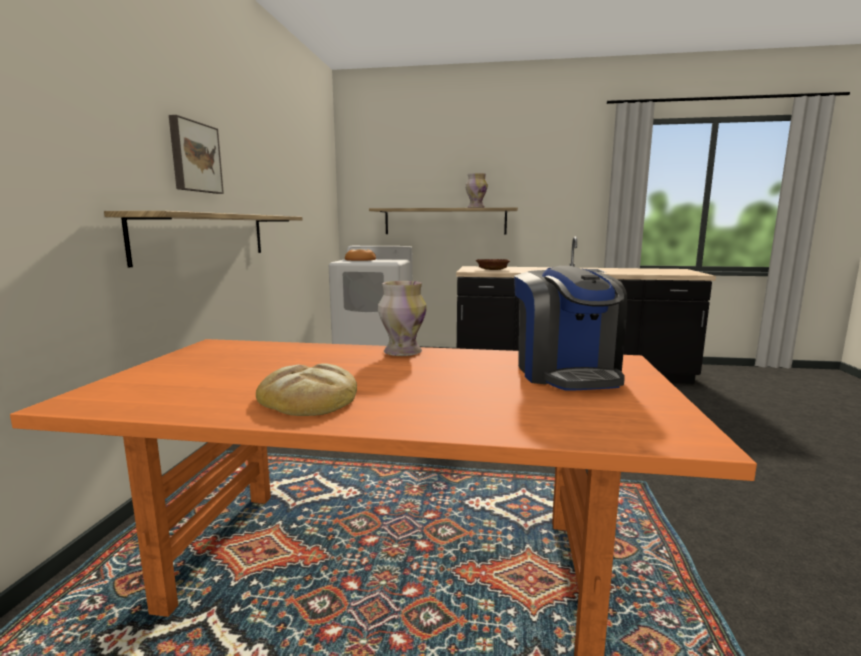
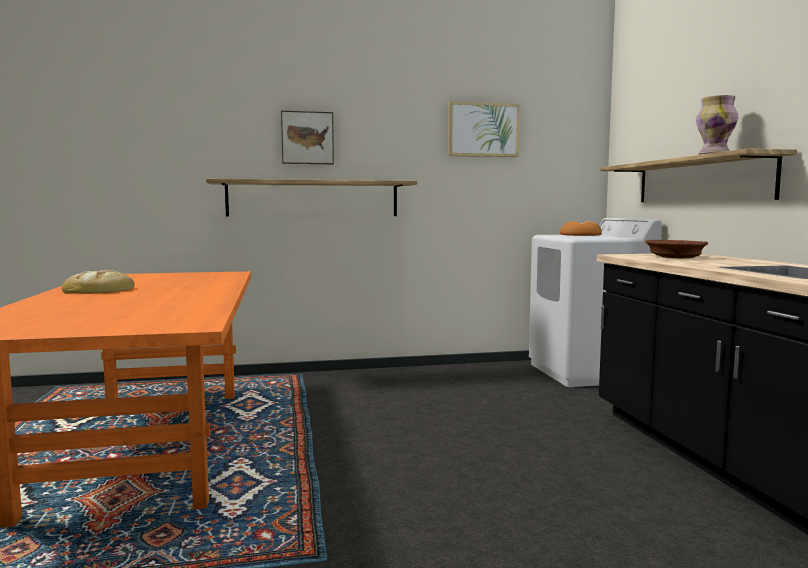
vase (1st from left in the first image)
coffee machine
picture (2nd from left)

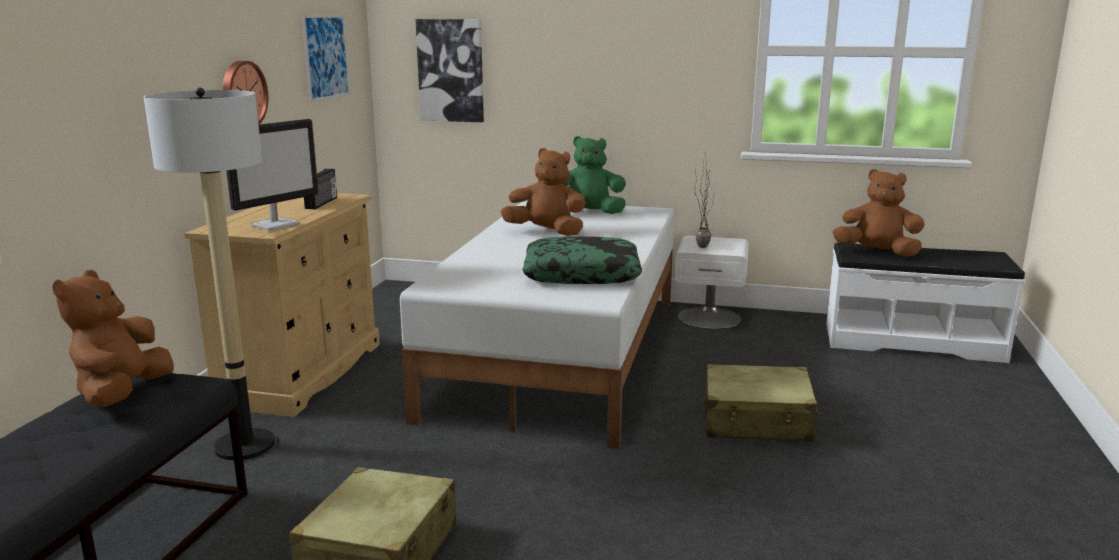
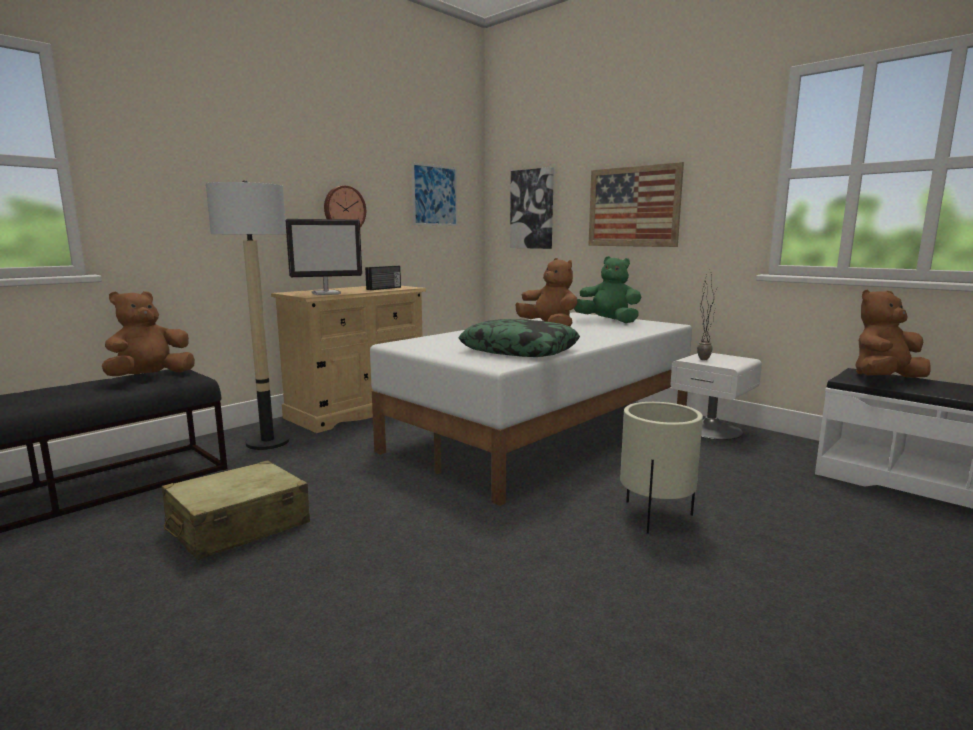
picture (3rd from left)
planter/beige
plush toy/brown (3rd from left)

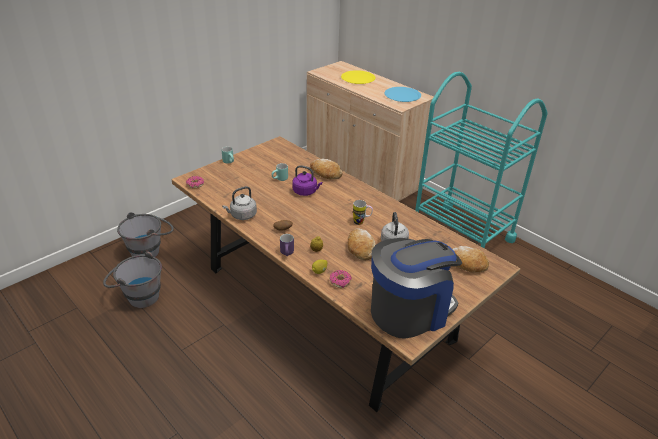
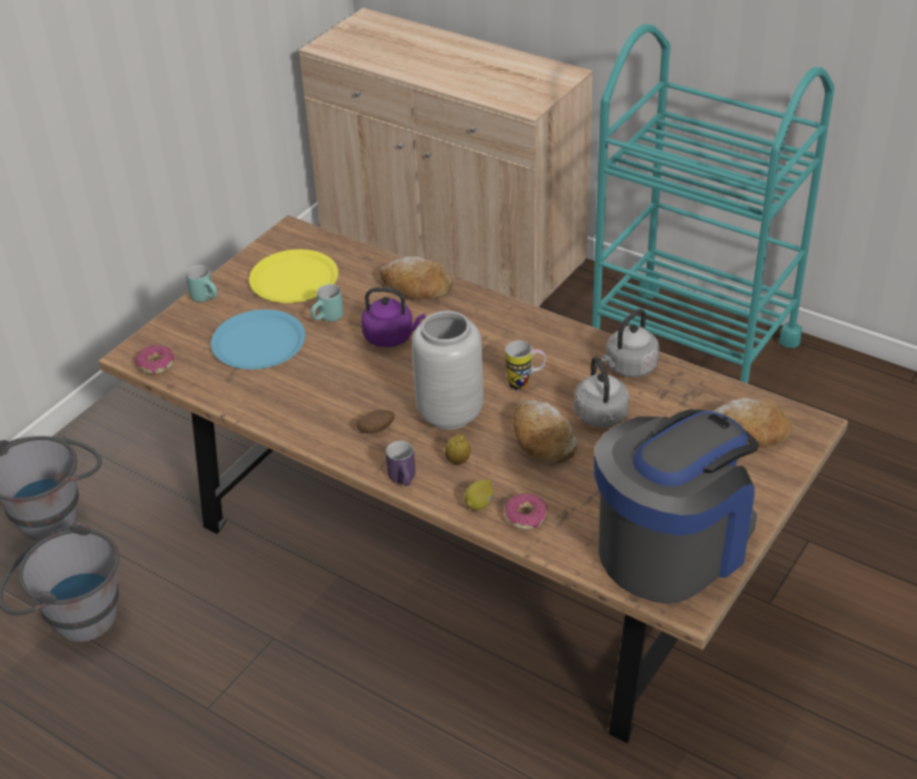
vase/grey
kettle/grey (2nd from left)
plate/yellow
plate/blue

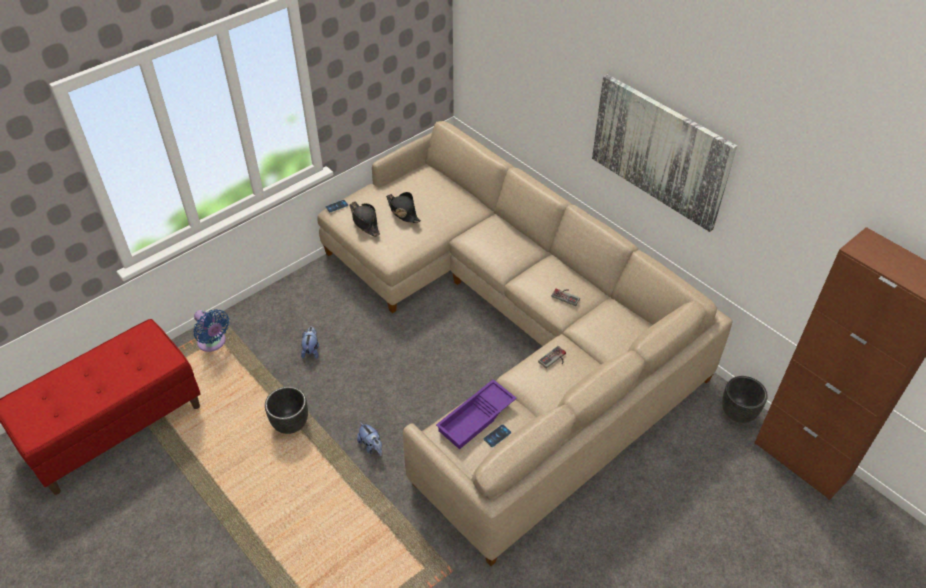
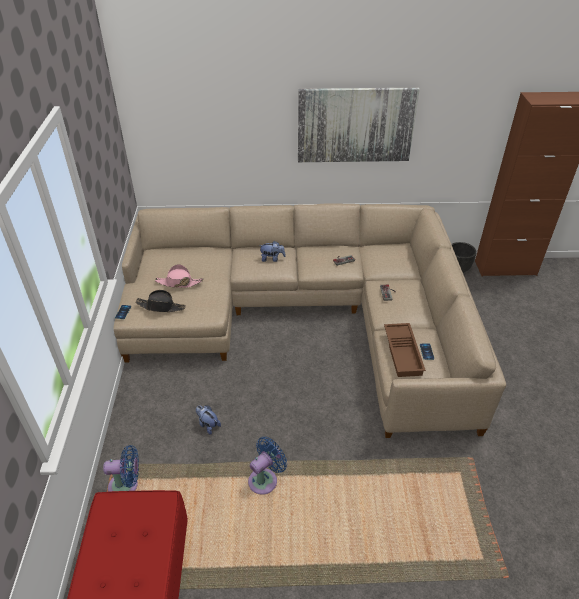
plush toy (2nd from left)
fan/blue (2nd from left)
hat/pink
tray/brown

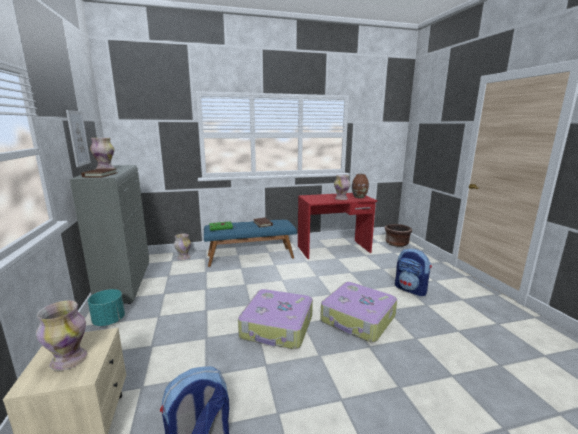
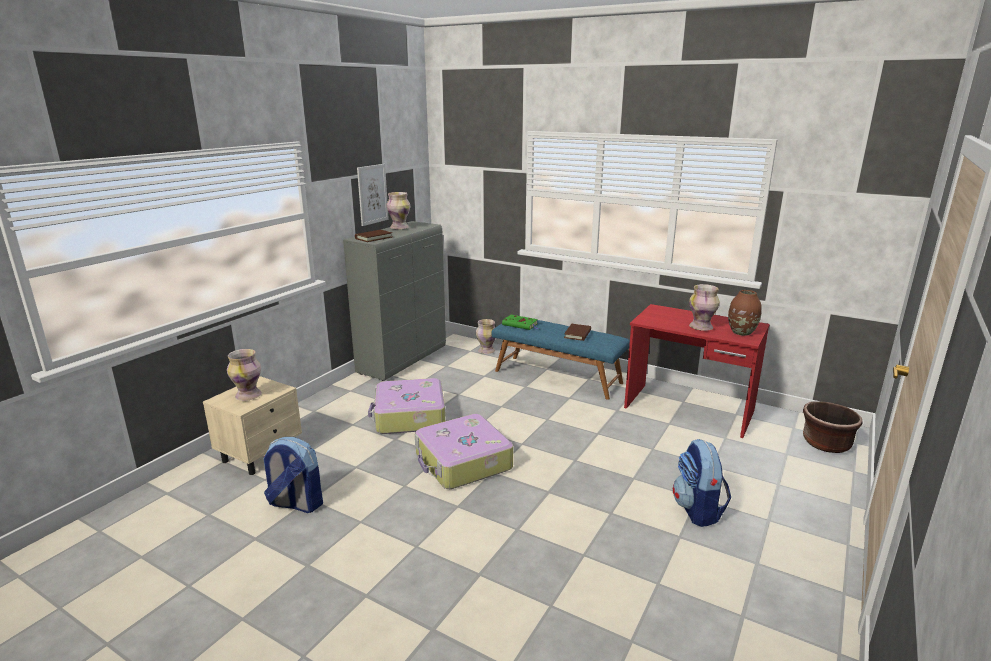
planter/turquoise
suitcase (1st from left)

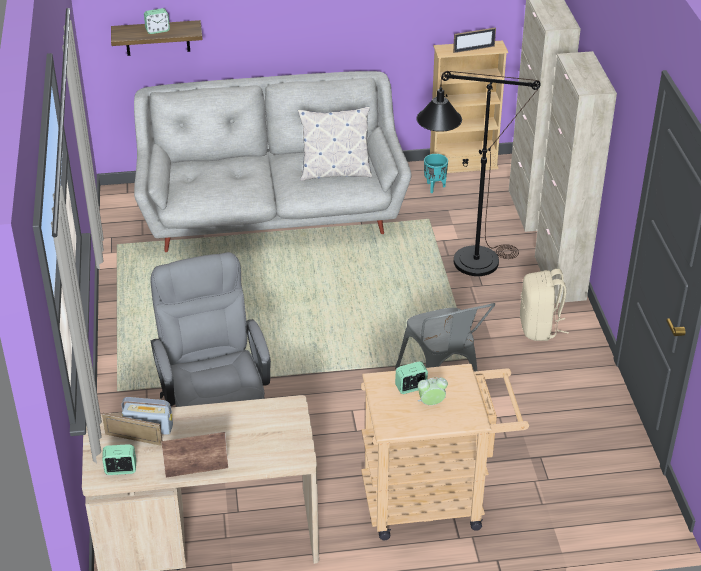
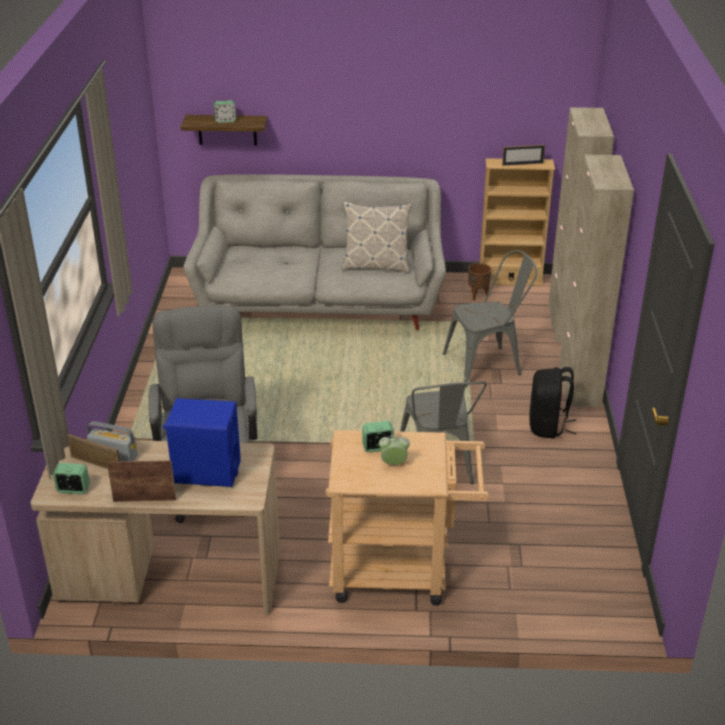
speaker/blue
chair/grey (2nd from left)
planter/brown
backpack/black

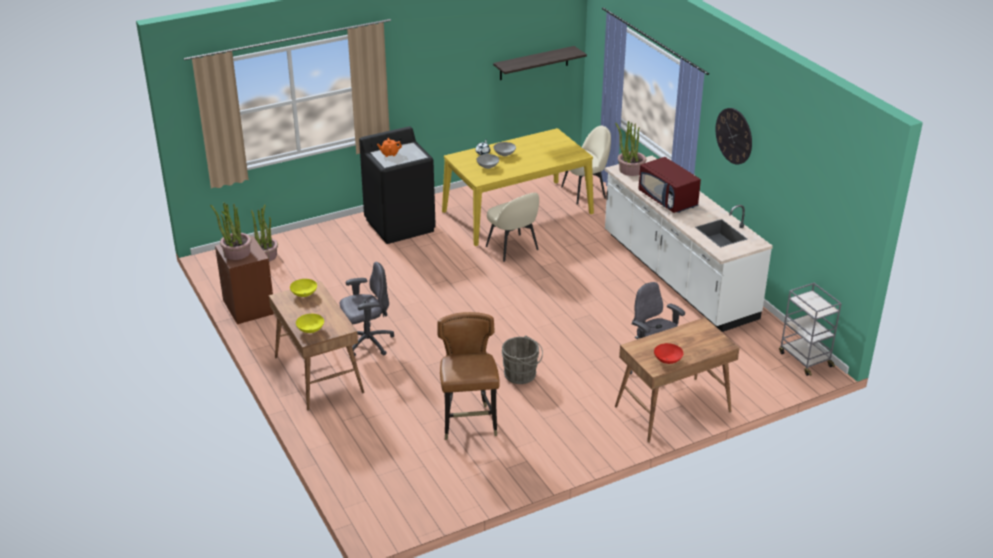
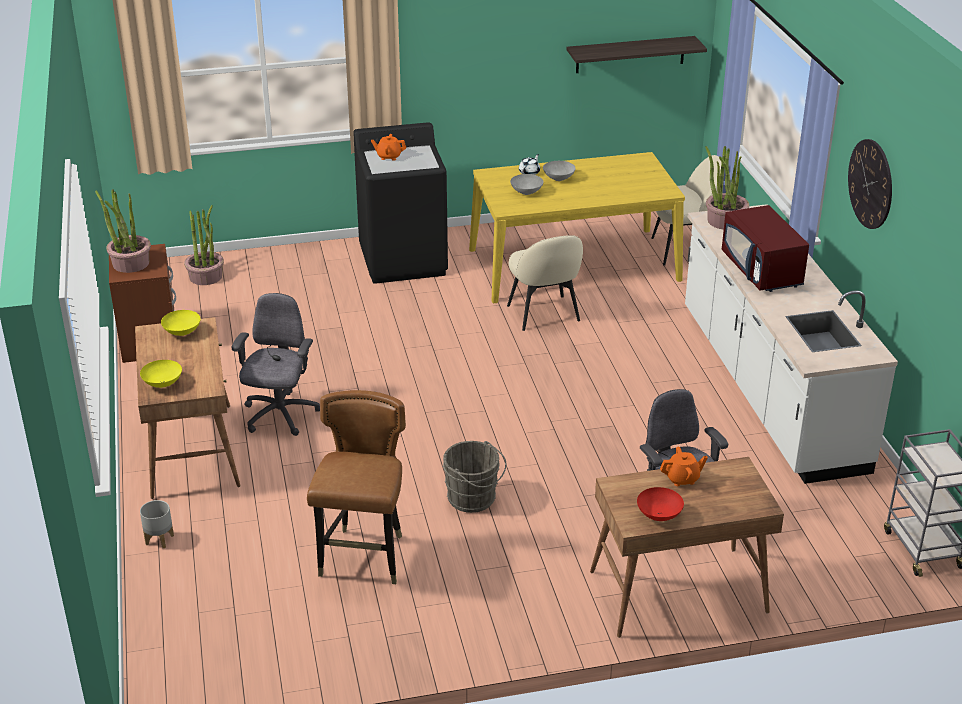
planter/grey
teapot/orange (2nd from left)
office chair/grey (1st from left)

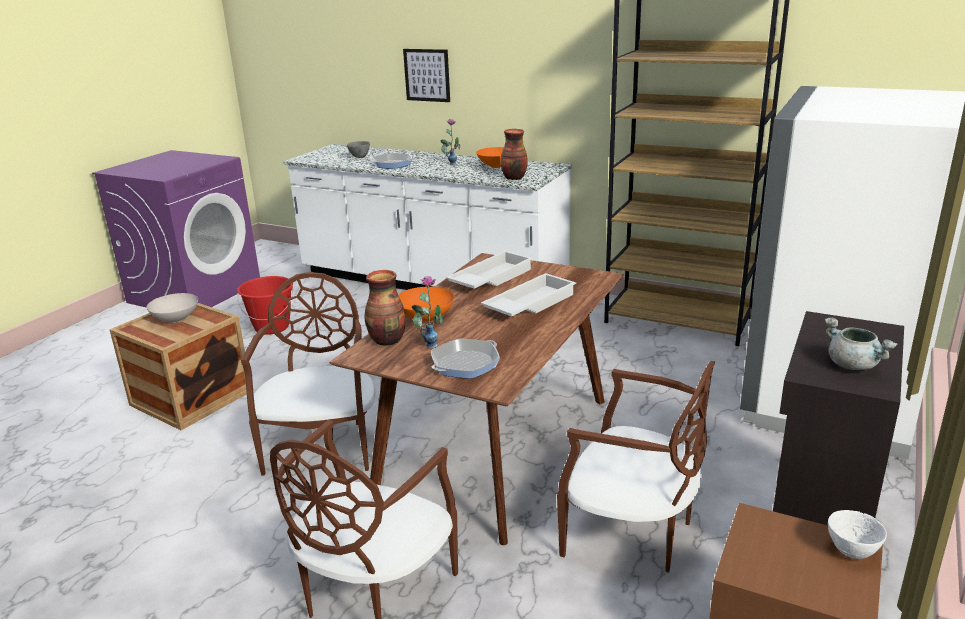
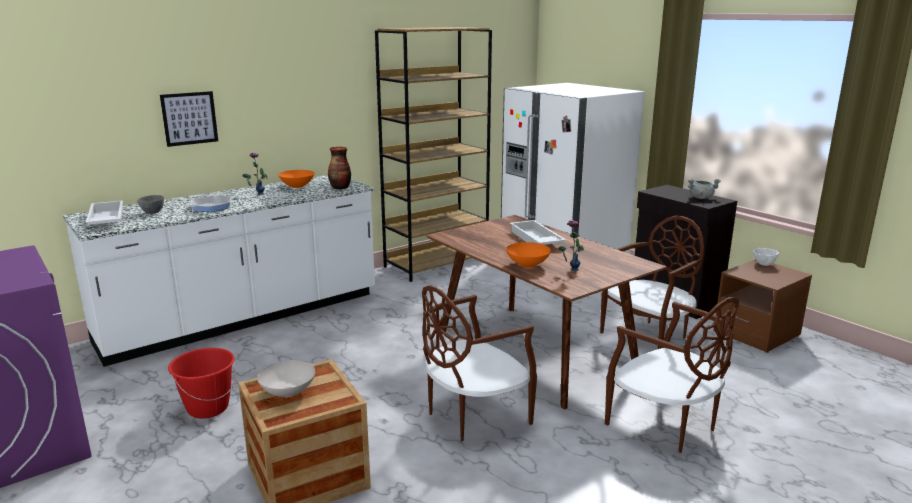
vase (1st from left in the first image)
frying pan (2nd from left in the first image)
tray/white (1st from left)
chair/brown (1st from left)

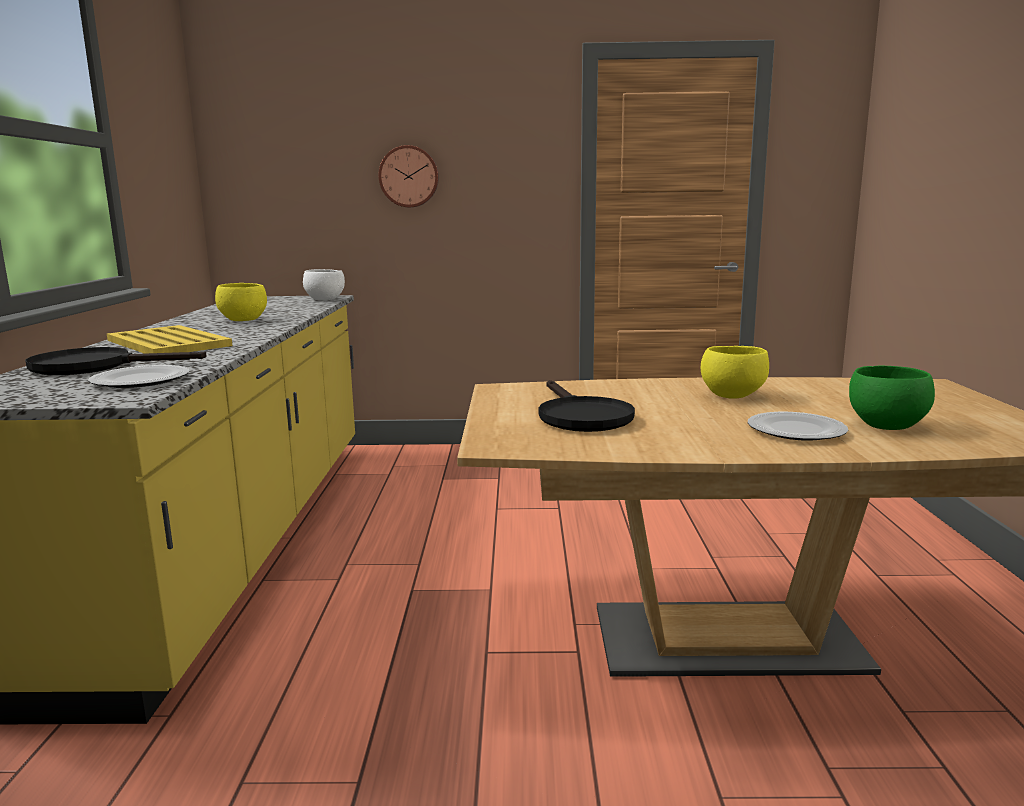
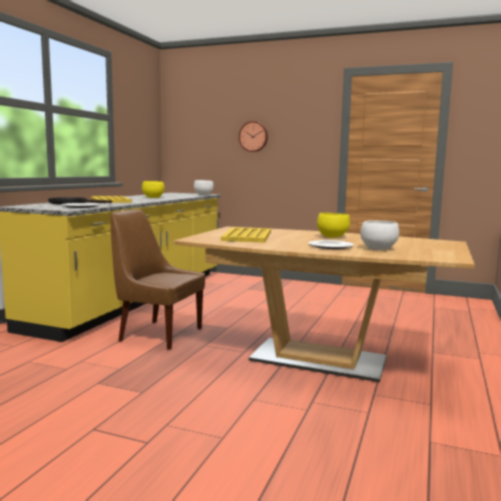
chair/brown
tray/yellow (2nd from left)
bowl/white (2nd from left)

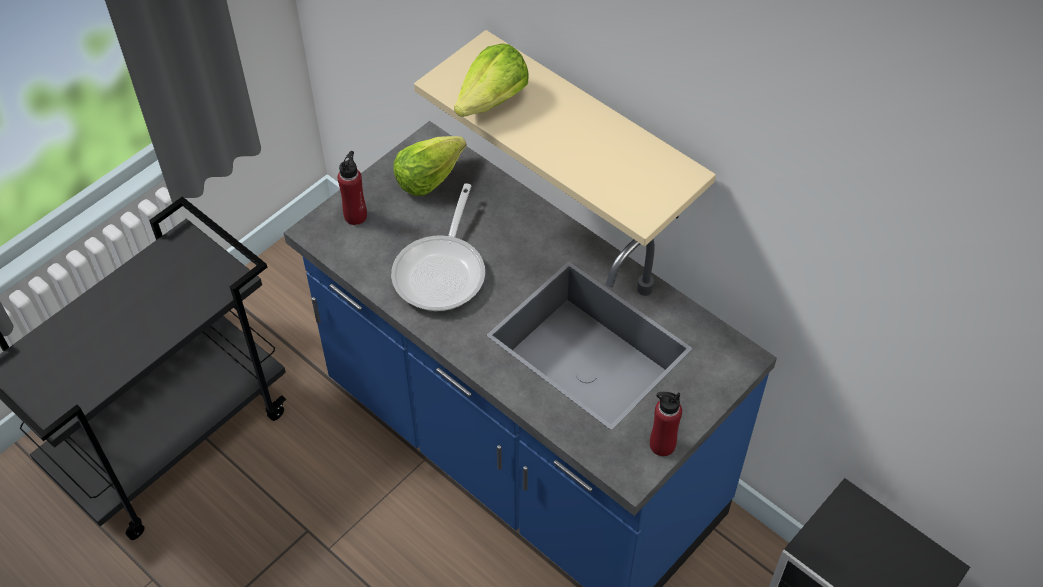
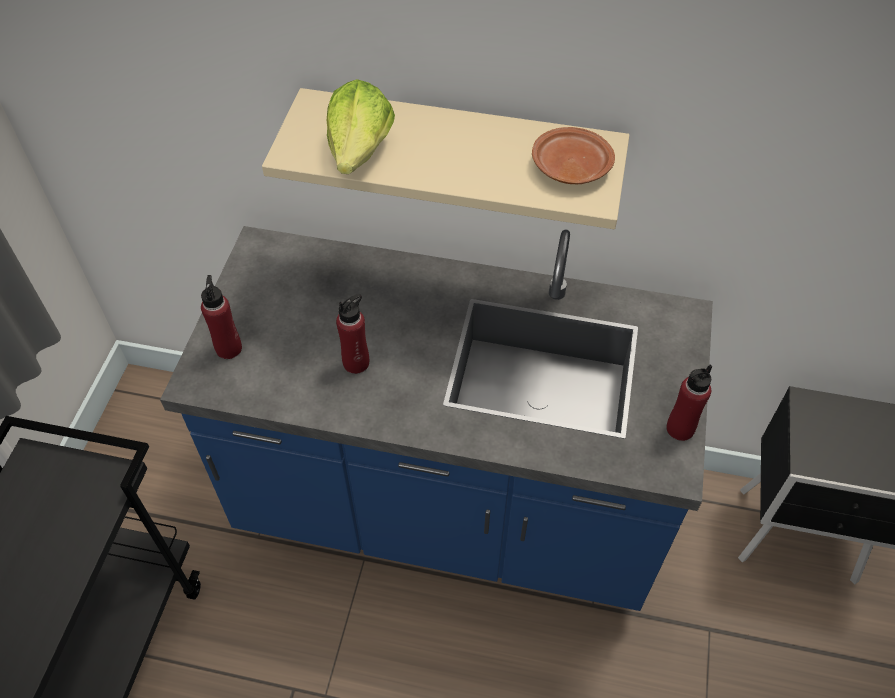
lettuce (1st from left in the first image)
plate/brown
bottle/red (2nd from left)

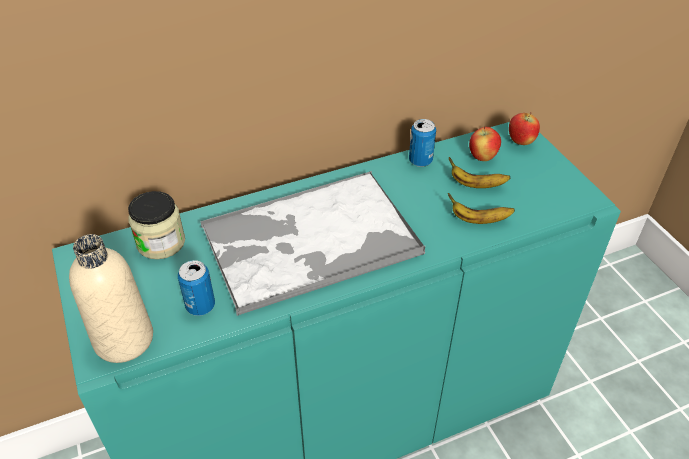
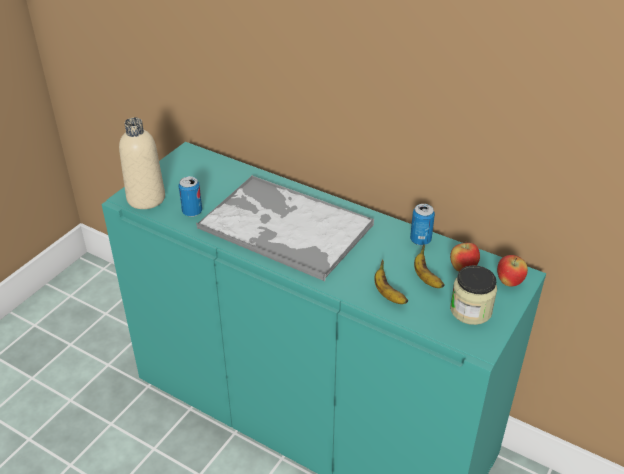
jar

